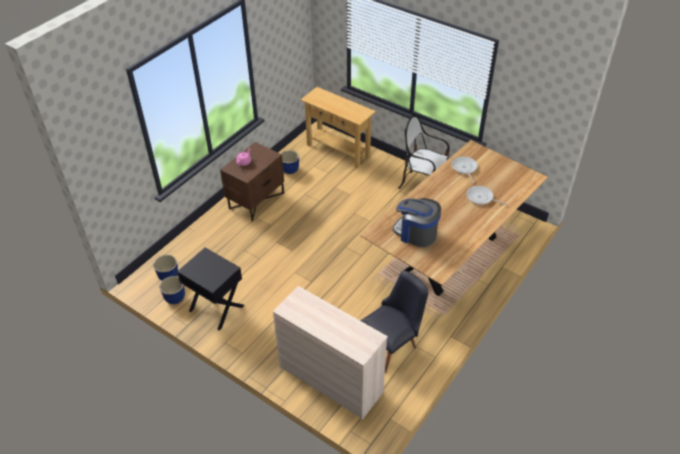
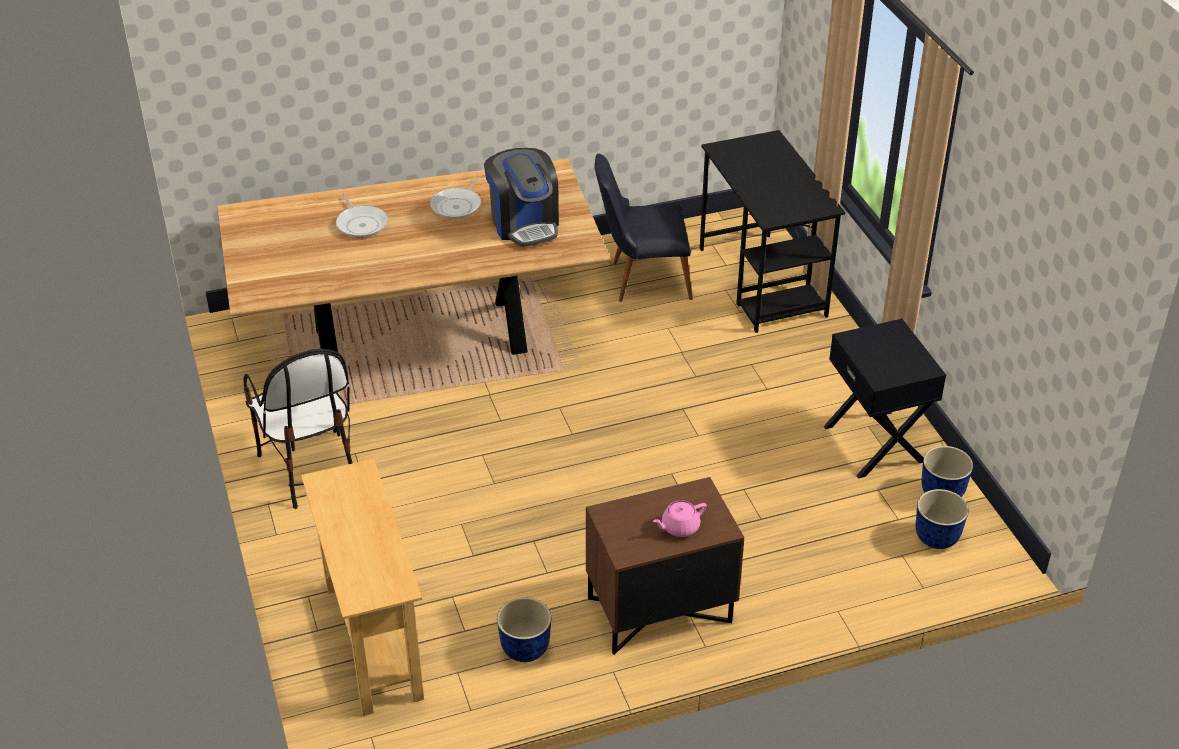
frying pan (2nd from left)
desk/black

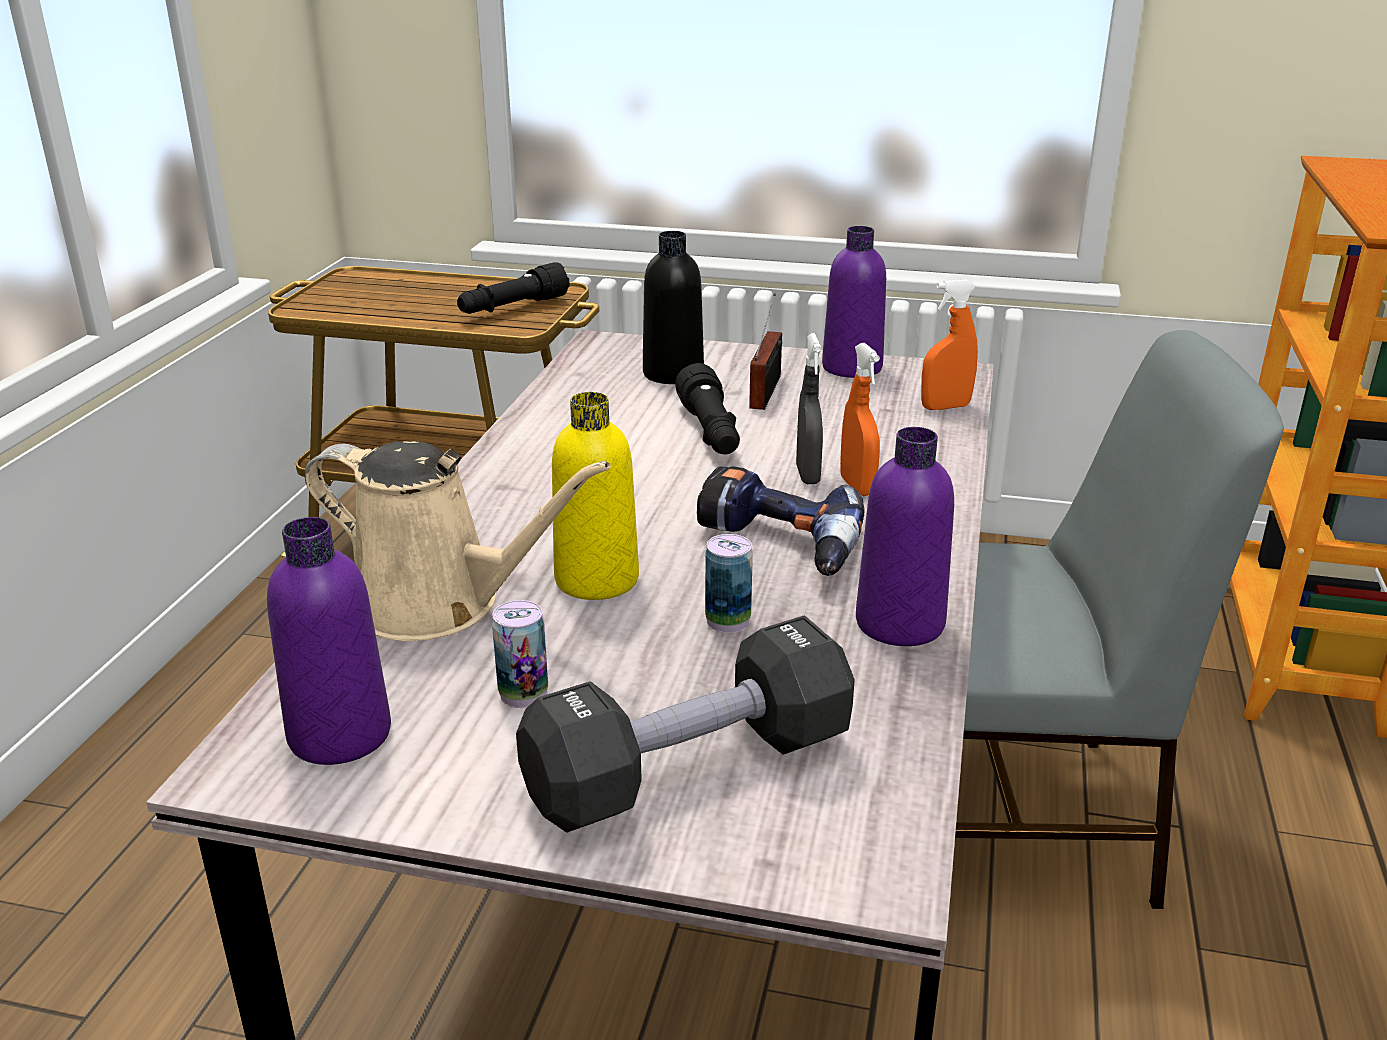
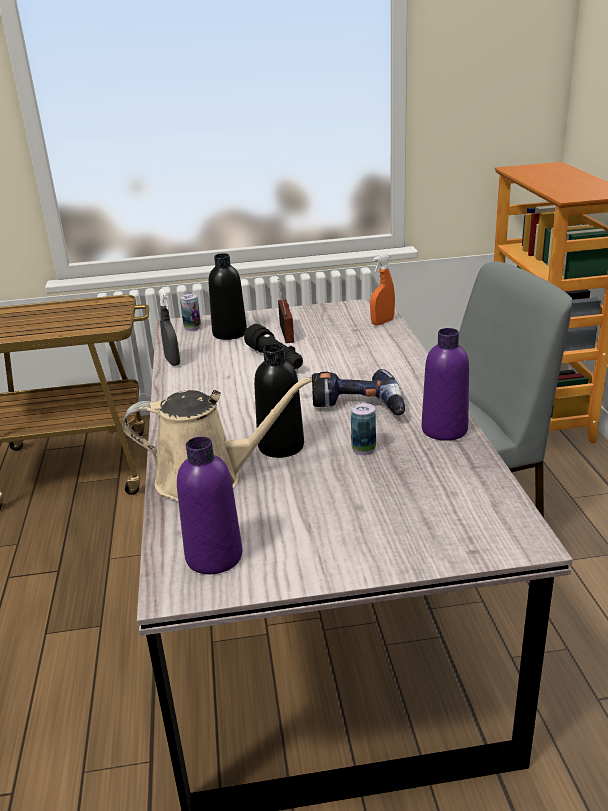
flashlight/black (1st from left in the first image)
dumbbell/black
bottle/purple (2nd from left in the first image)
spray bottle/orange (1st from left in the first image)
can (1st from left)
spray bottle/grey
bottle/black (2nd from left)

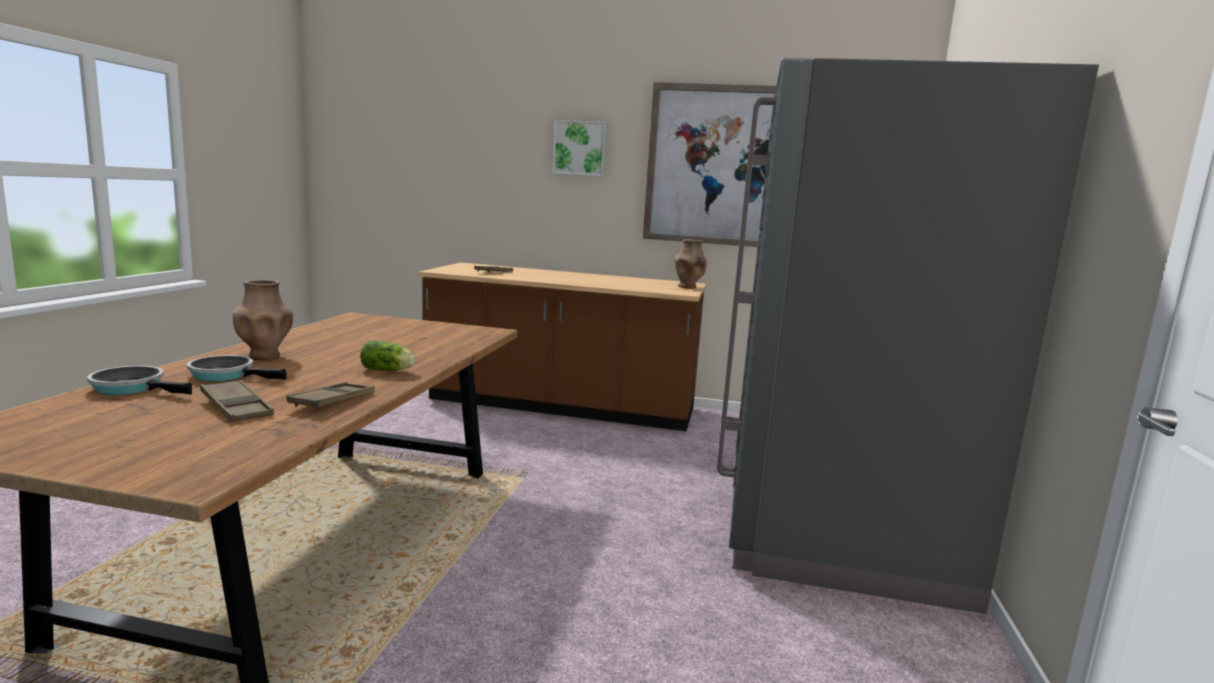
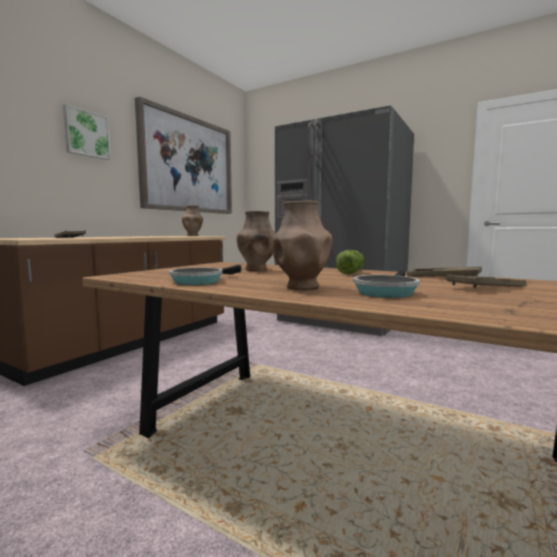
vase/brown (2nd from left)
frying pan (1st from left)

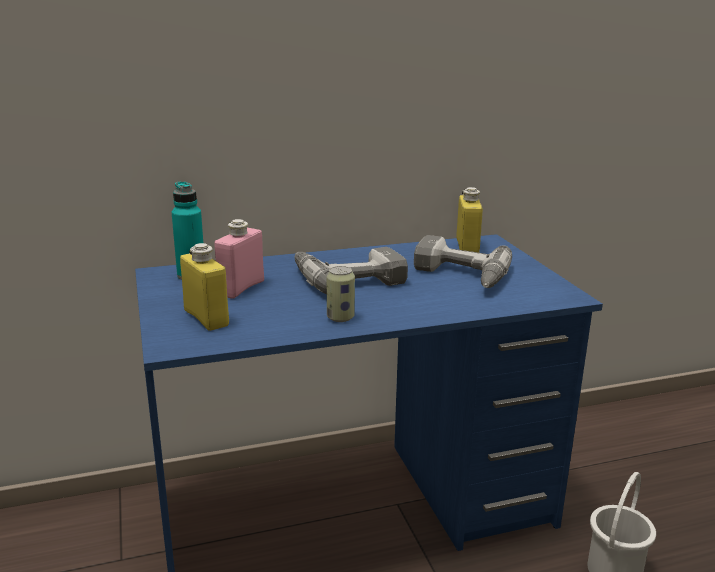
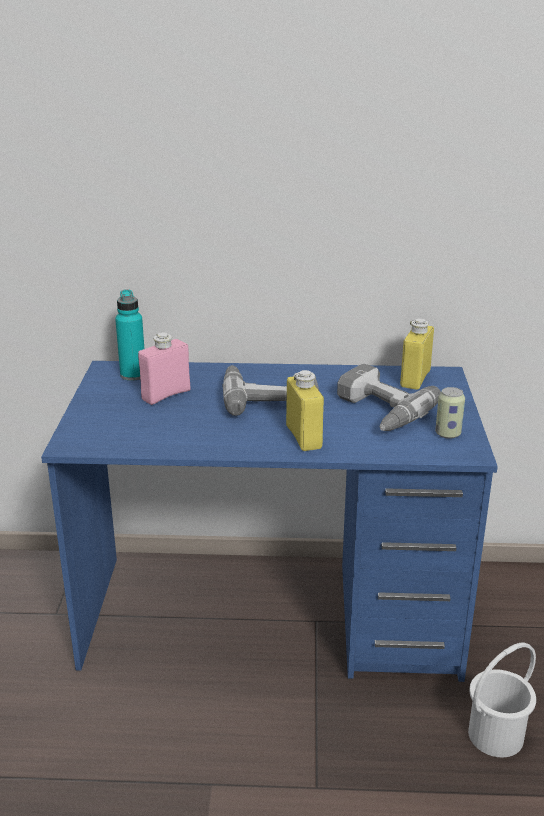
bottle/yellow (1st from left)
can

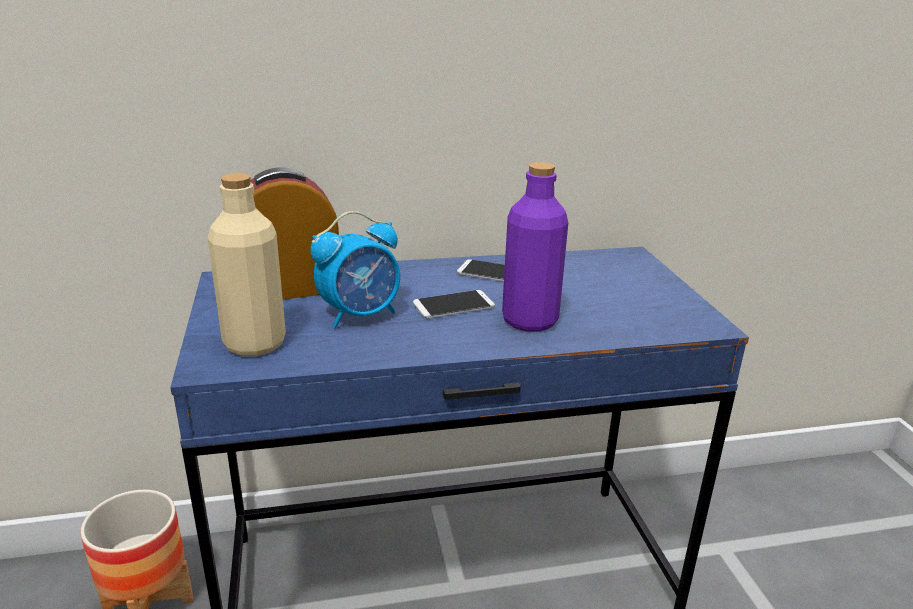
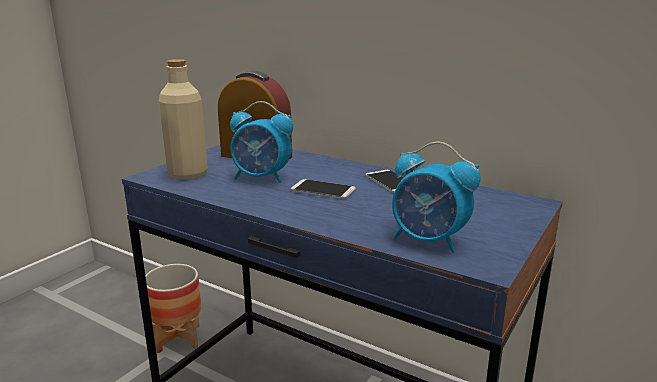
bottle/purple
alarm clock (3rd from left)

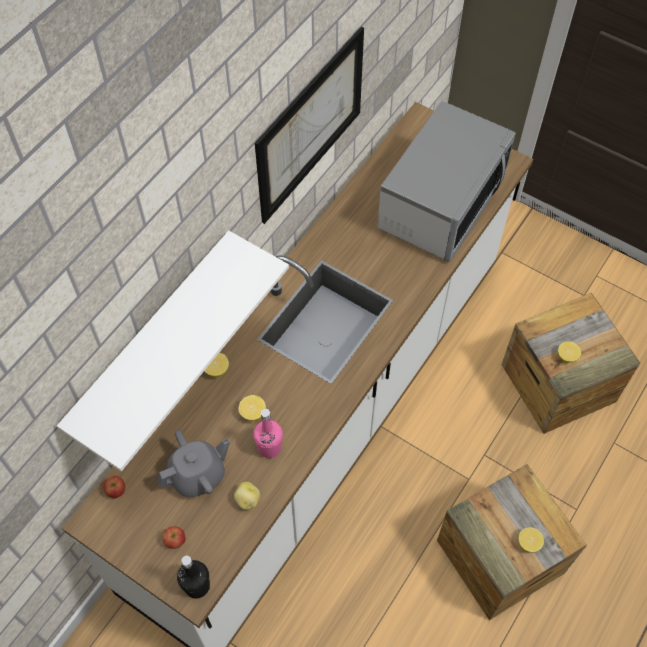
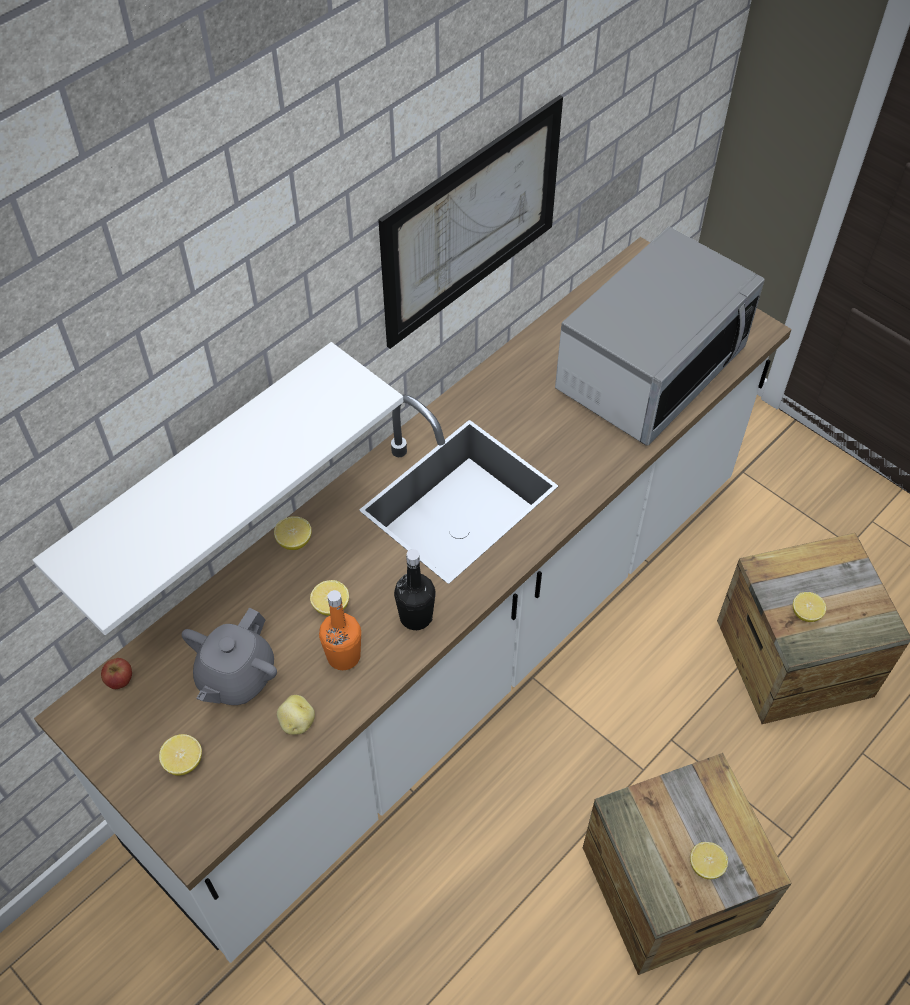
bottle/black
lemon (1st from left)
bottle/orange
teapot/grey

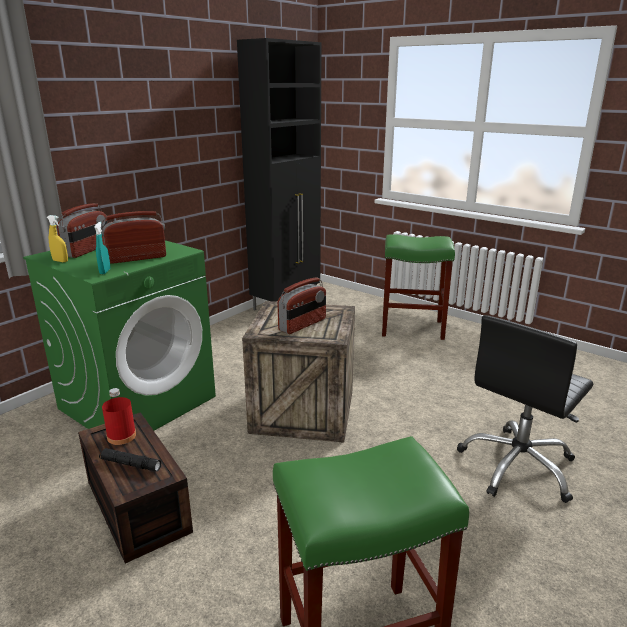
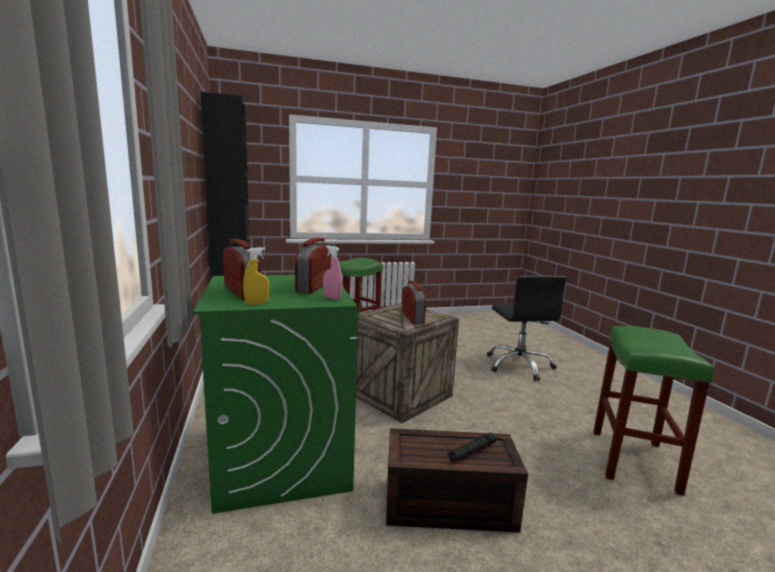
bottle/red
spray bottle/pink

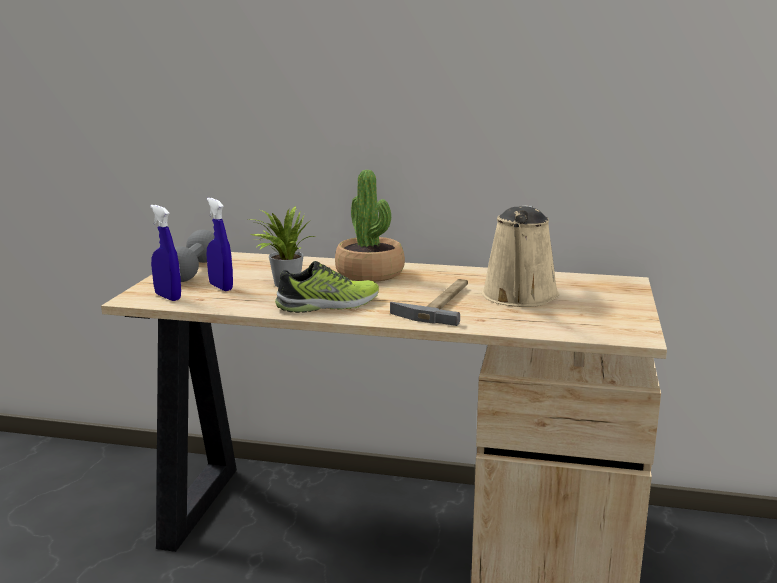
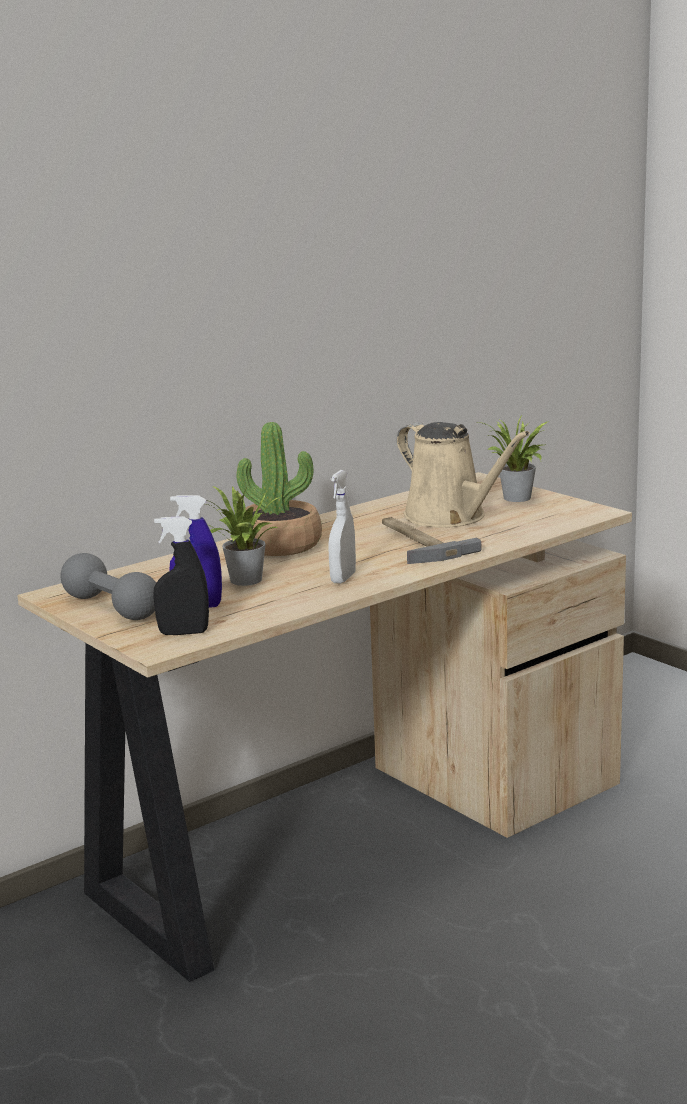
potted plant (3rd from left)
spray bottle/white
spray bottle/black

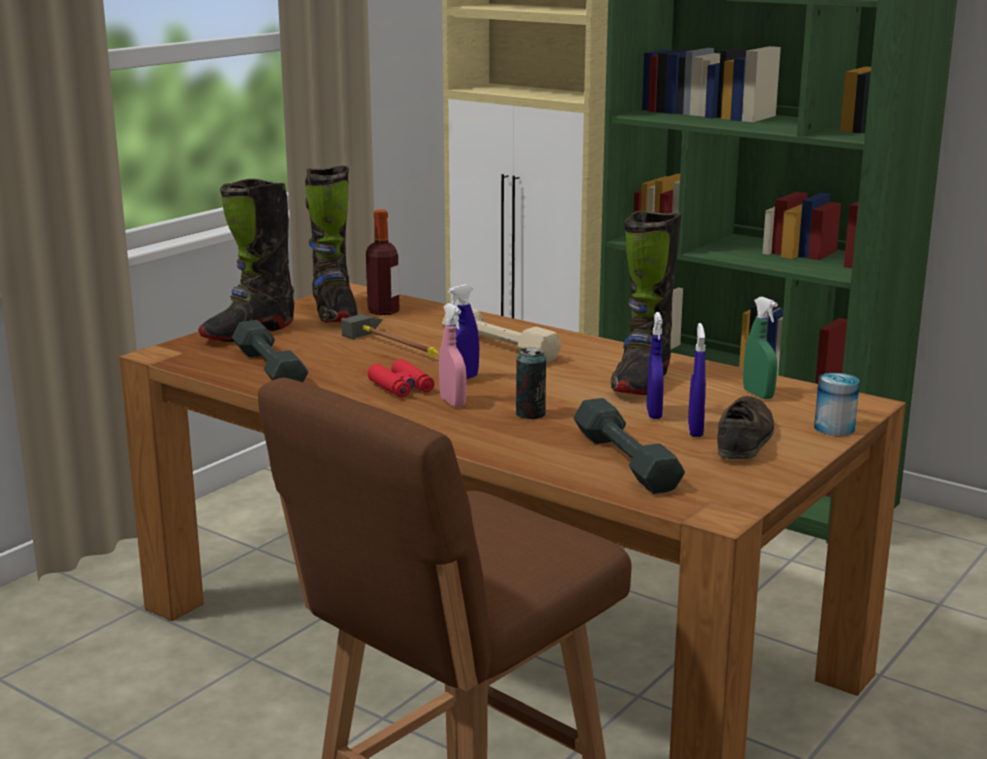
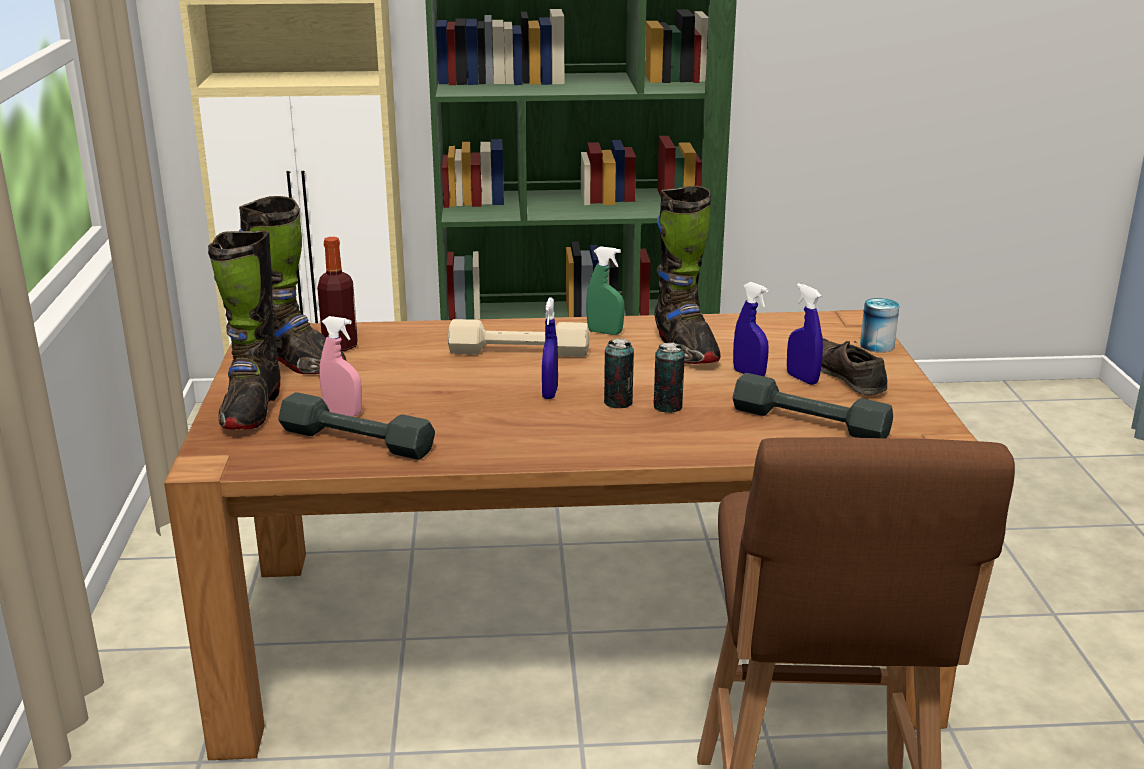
hammer
binoculars/red
can (1st from left)
spray bottle/pink
spray bottle/green

